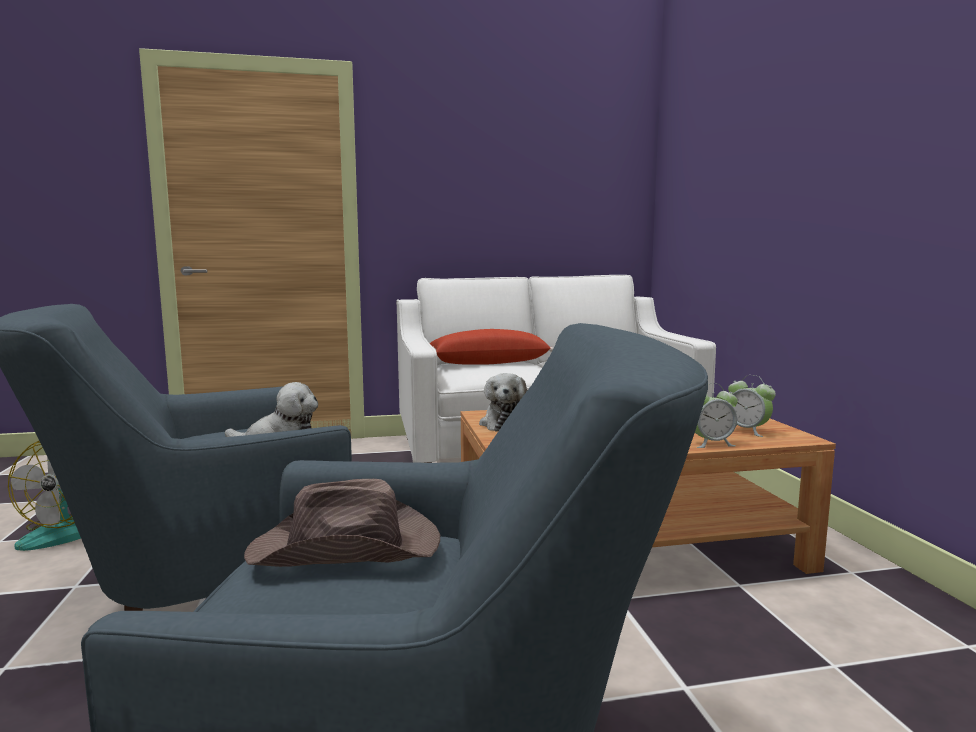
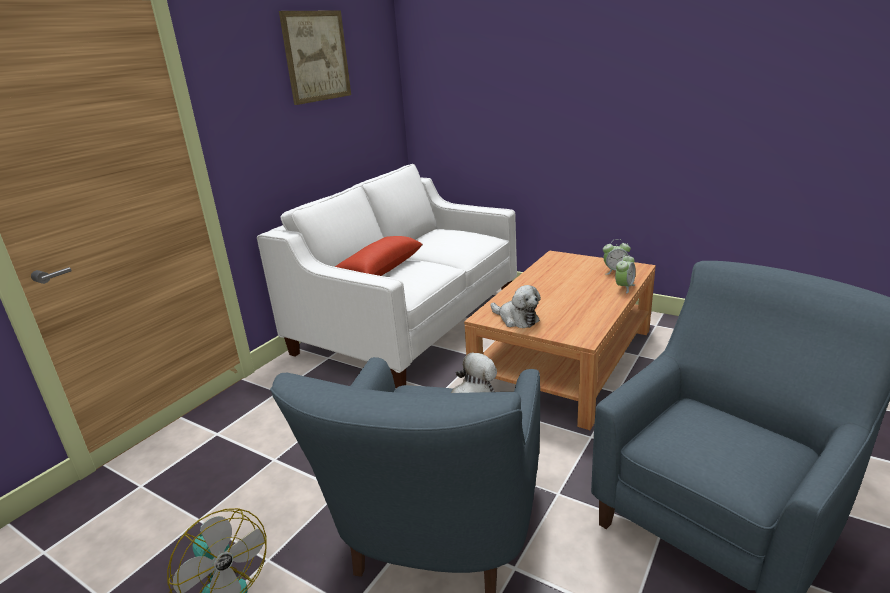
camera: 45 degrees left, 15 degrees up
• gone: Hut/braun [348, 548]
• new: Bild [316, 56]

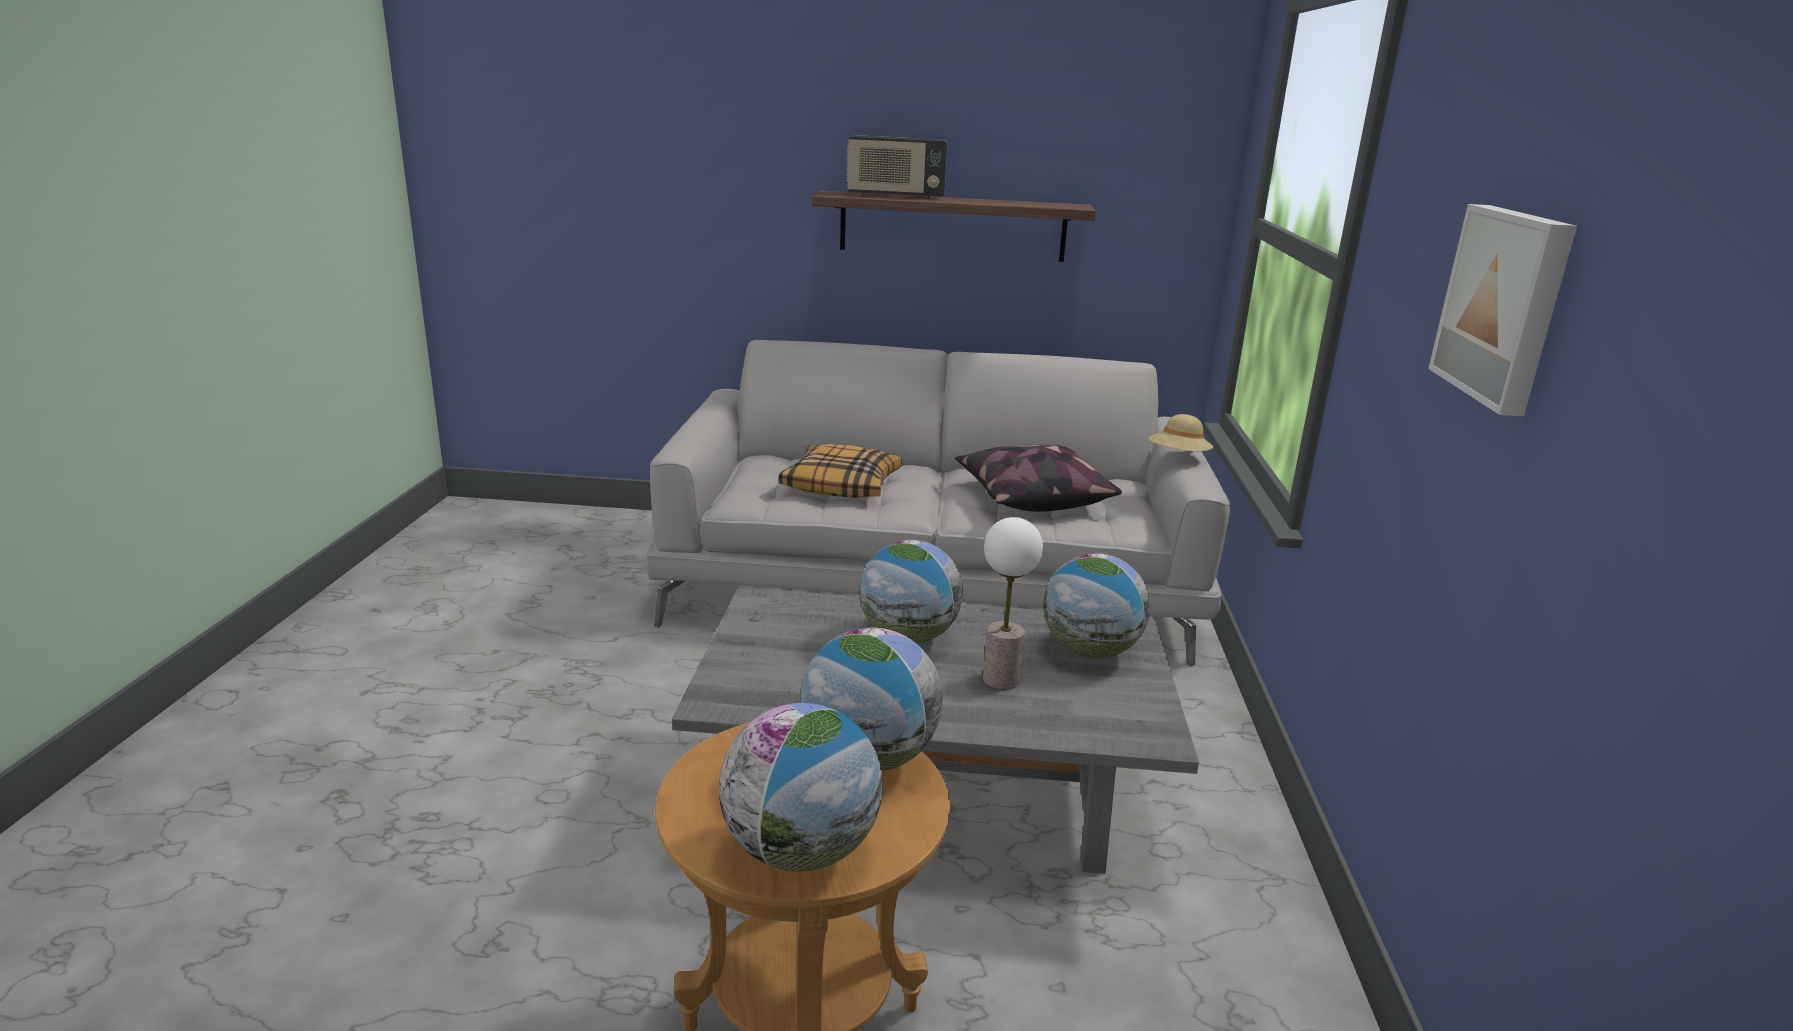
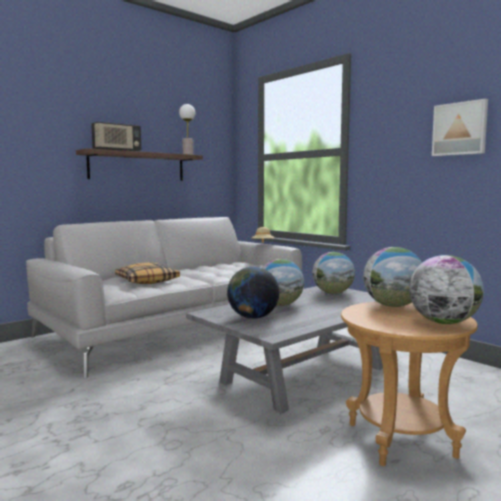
camera: 45 degrees left, 15 degrees down
• gone: Kissen [1031, 498]
• shifted: Tischlampe [1001, 680] to [188, 155]
• new: Globus [252, 317]

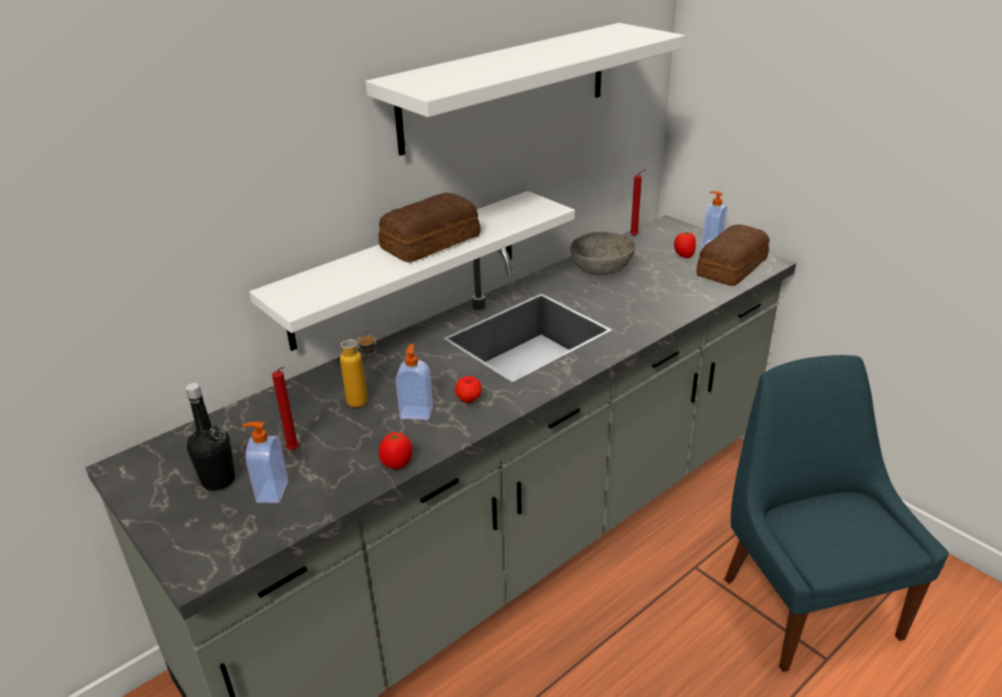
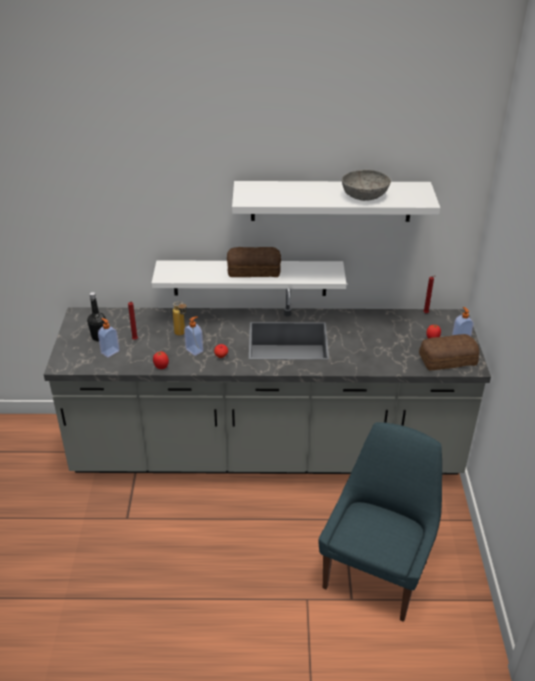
camera: 40 degrees right, 5 degrees up
• shifted: Schüssel/grau [601, 268] to [364, 196]

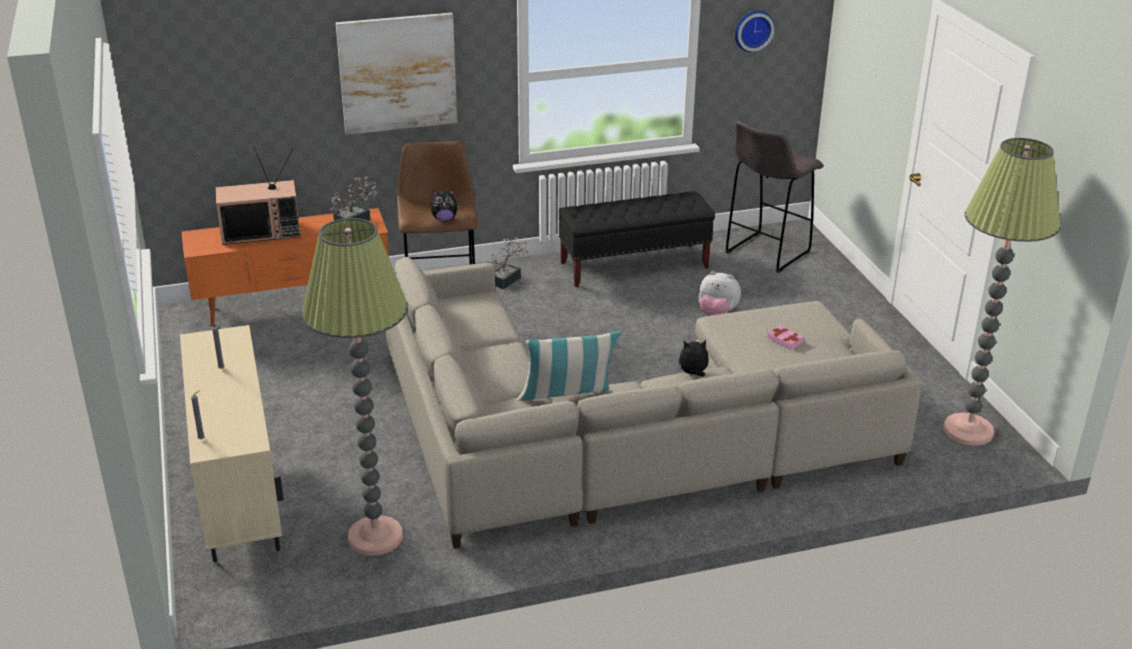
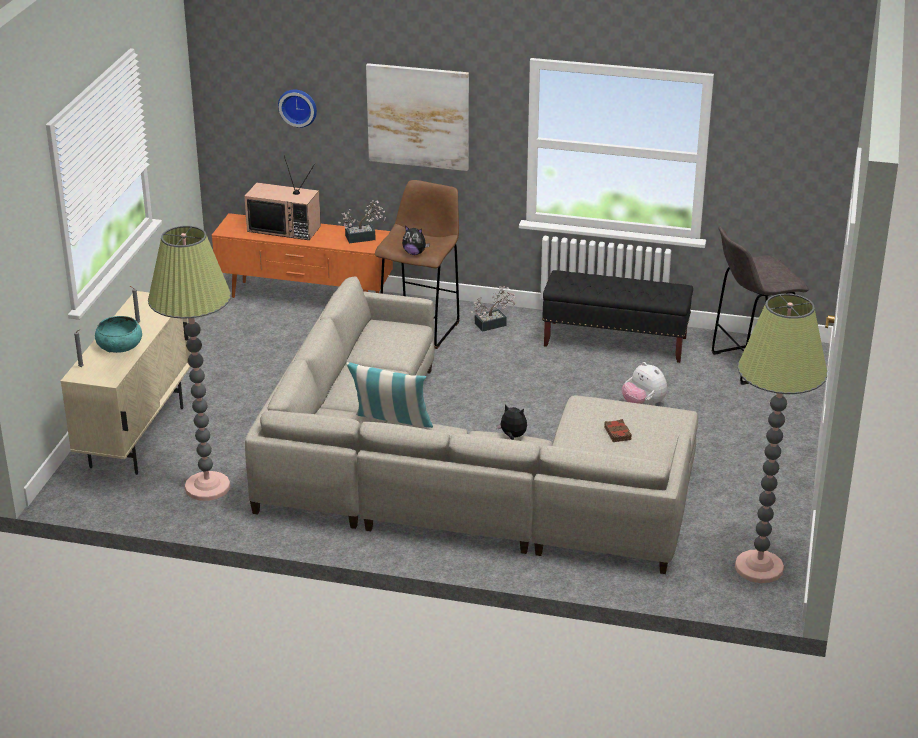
camera: 30 degrees right, 0 degrees up
• shifted: Wanduhr [753, 30] to [298, 107]
• repainted: Buch/rosa [785, 340] to Buch/braun [618, 433]
• new: Schüssel/türkis [119, 345]

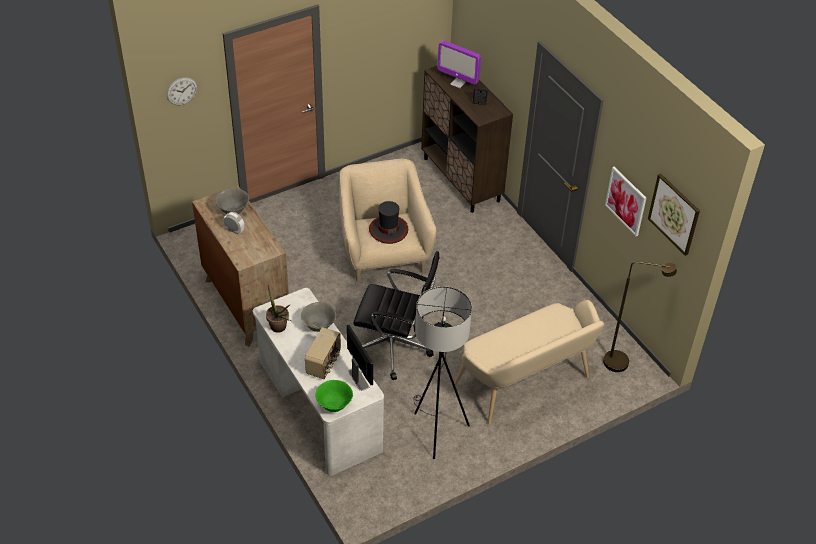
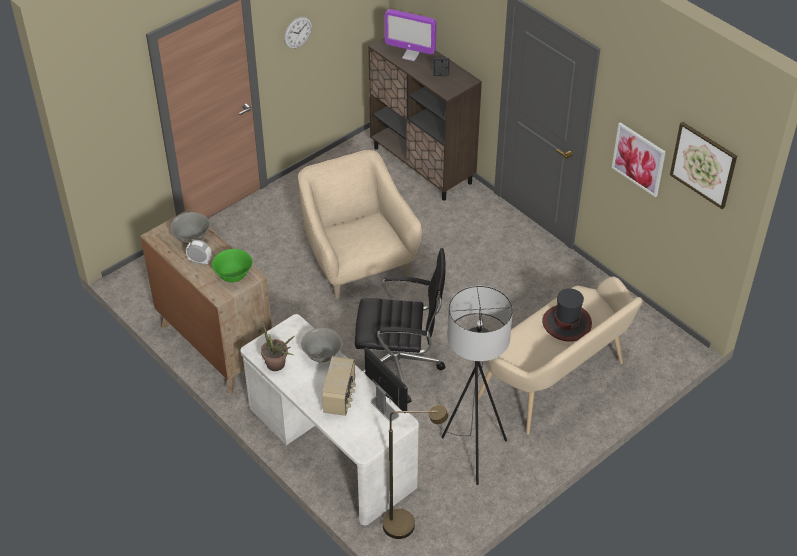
camera: 10 degrees left, 0 degrees up
• shifted: Wanduhr [182, 91] to [298, 32]
• shifted: Schüssel/grün [334, 404] to [233, 276]
• shifted: Hut [388, 229] to [566, 323]
• shifted: Stehlampe/braun [623, 362] to [408, 524]

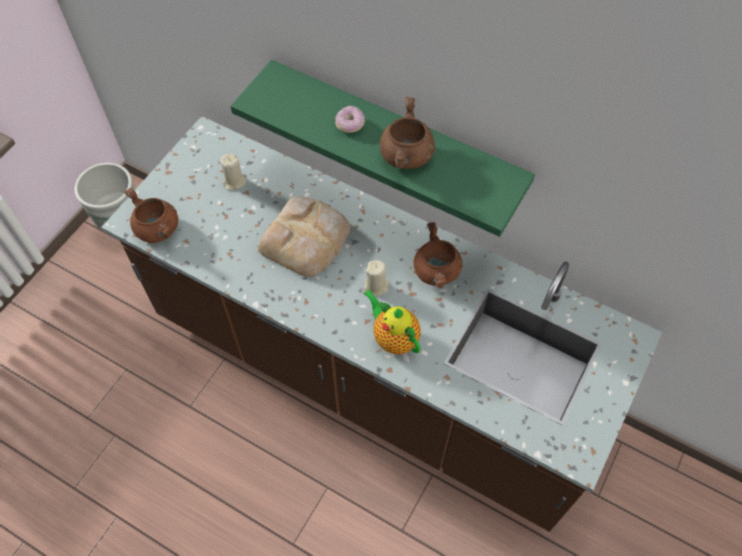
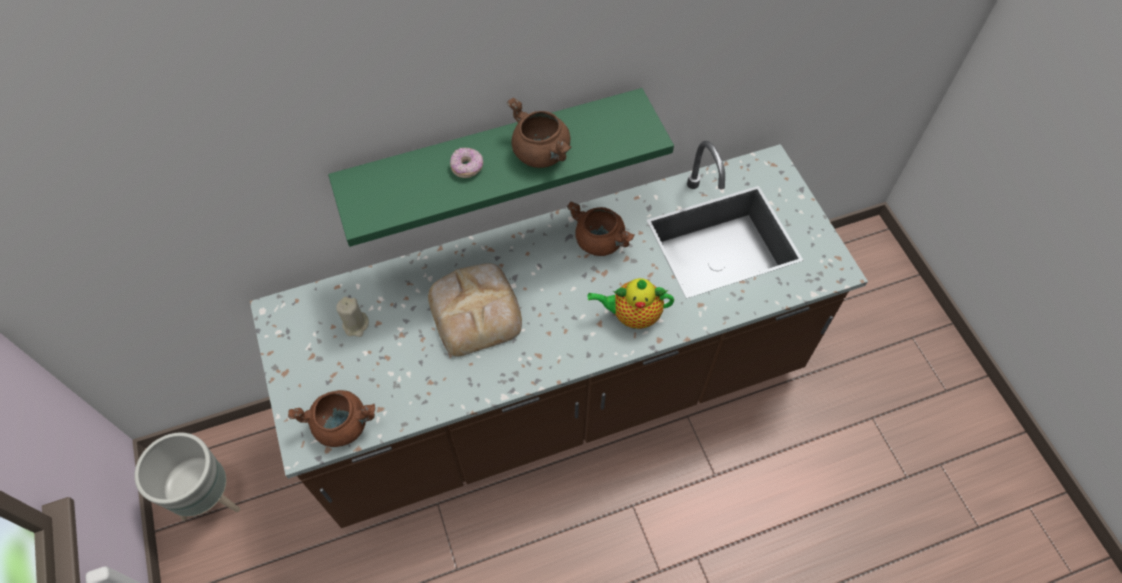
camera: 50 degrees left, 0 degrees up
• gone: Kerze/beige [376, 286]

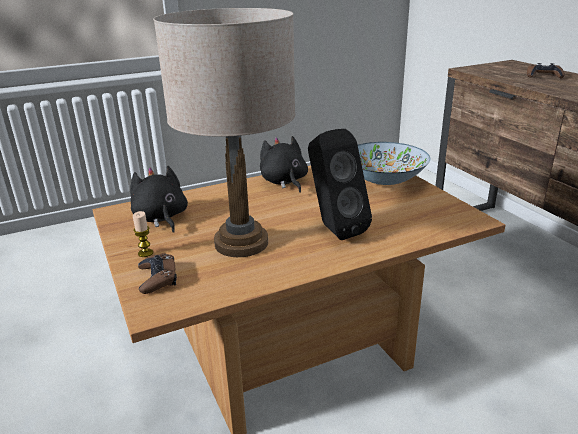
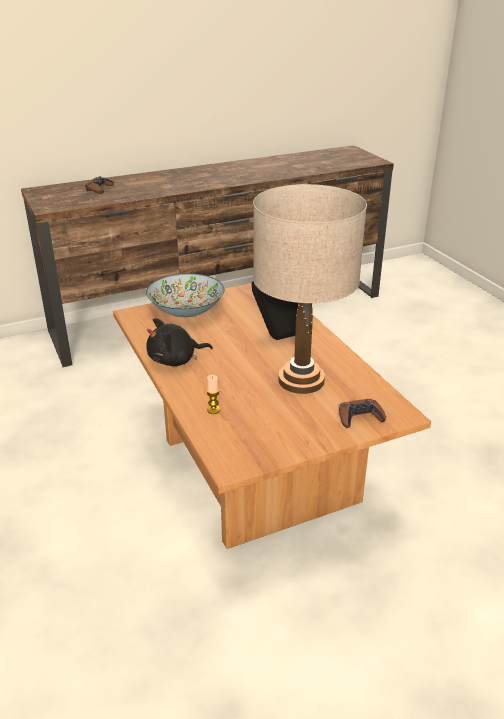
camera: 90 degrees left, 5 degrees up
• gone: Plüschtier/schwarz [161, 218]
• shifted: Kerze [145, 253] to [213, 410]

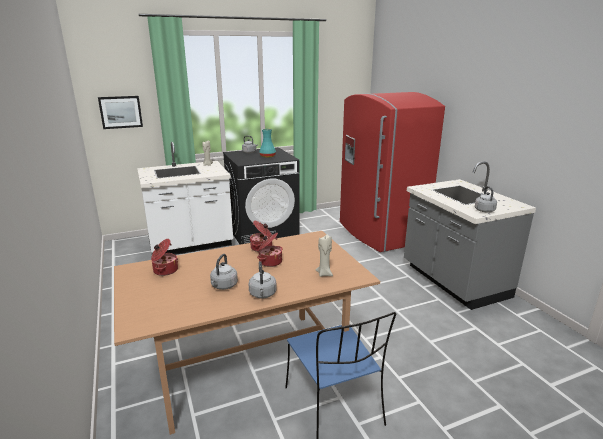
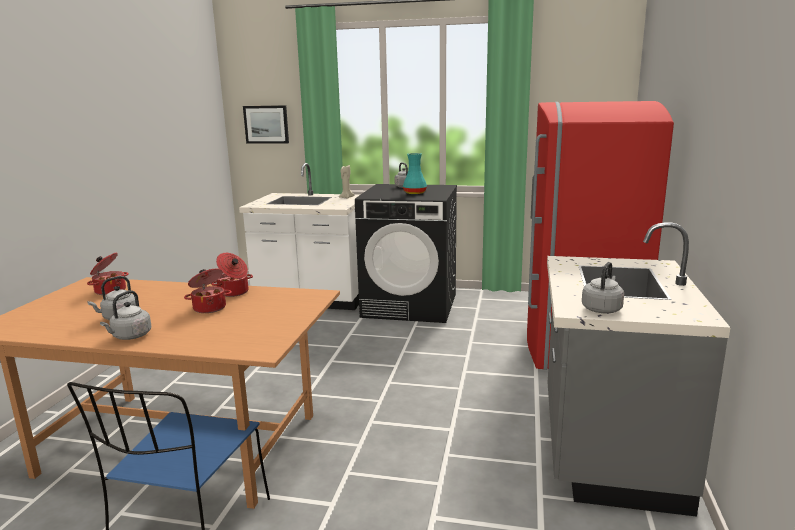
camera: 35 degrees right, 5 degrees down
• gone: Kerze/beige [324, 274]

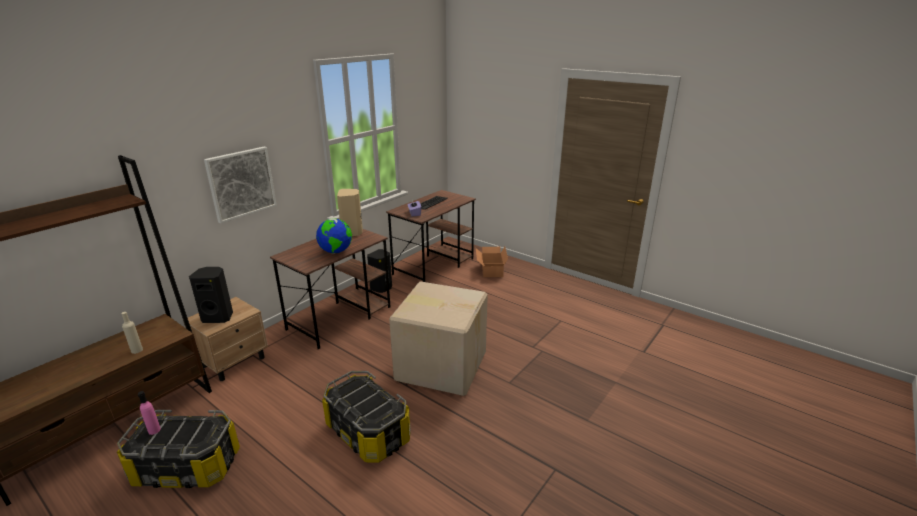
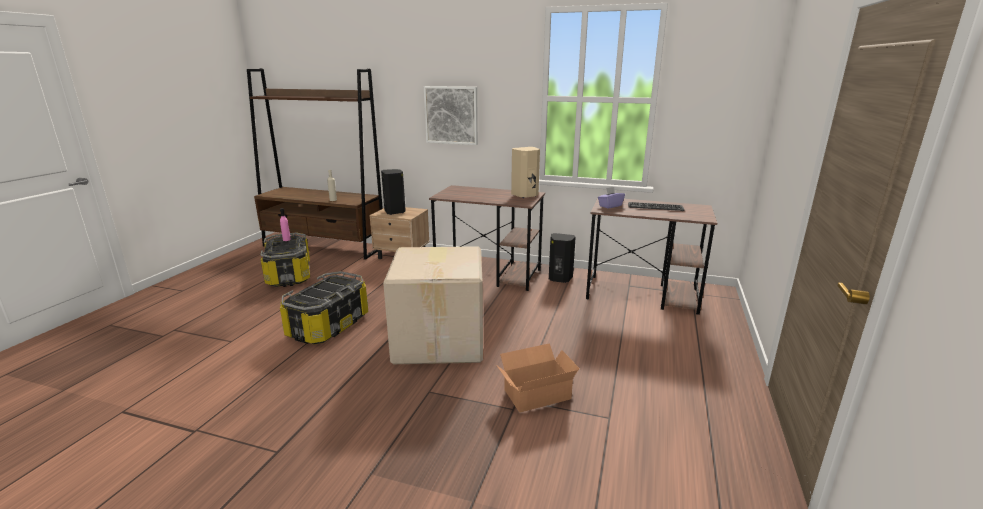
camera: 70 degrees right, 5 degrees down
• gone: Globus [336, 251]
• shifted: Karton [490, 270] to [534, 393]

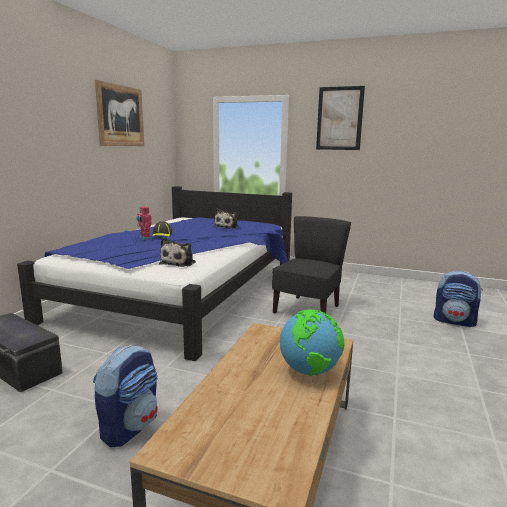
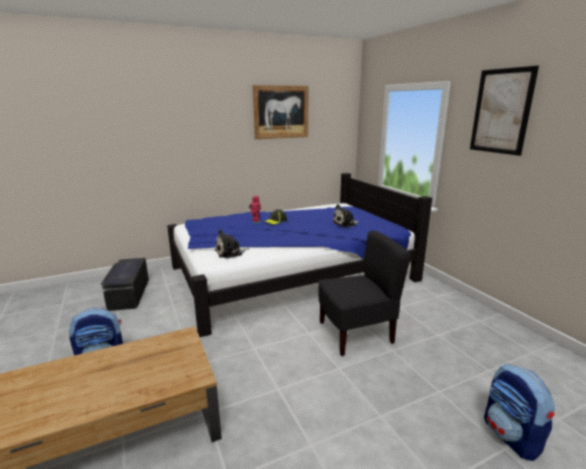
camera: 45 degrees right, 5 degrees up
• gone: Globus [310, 371]

